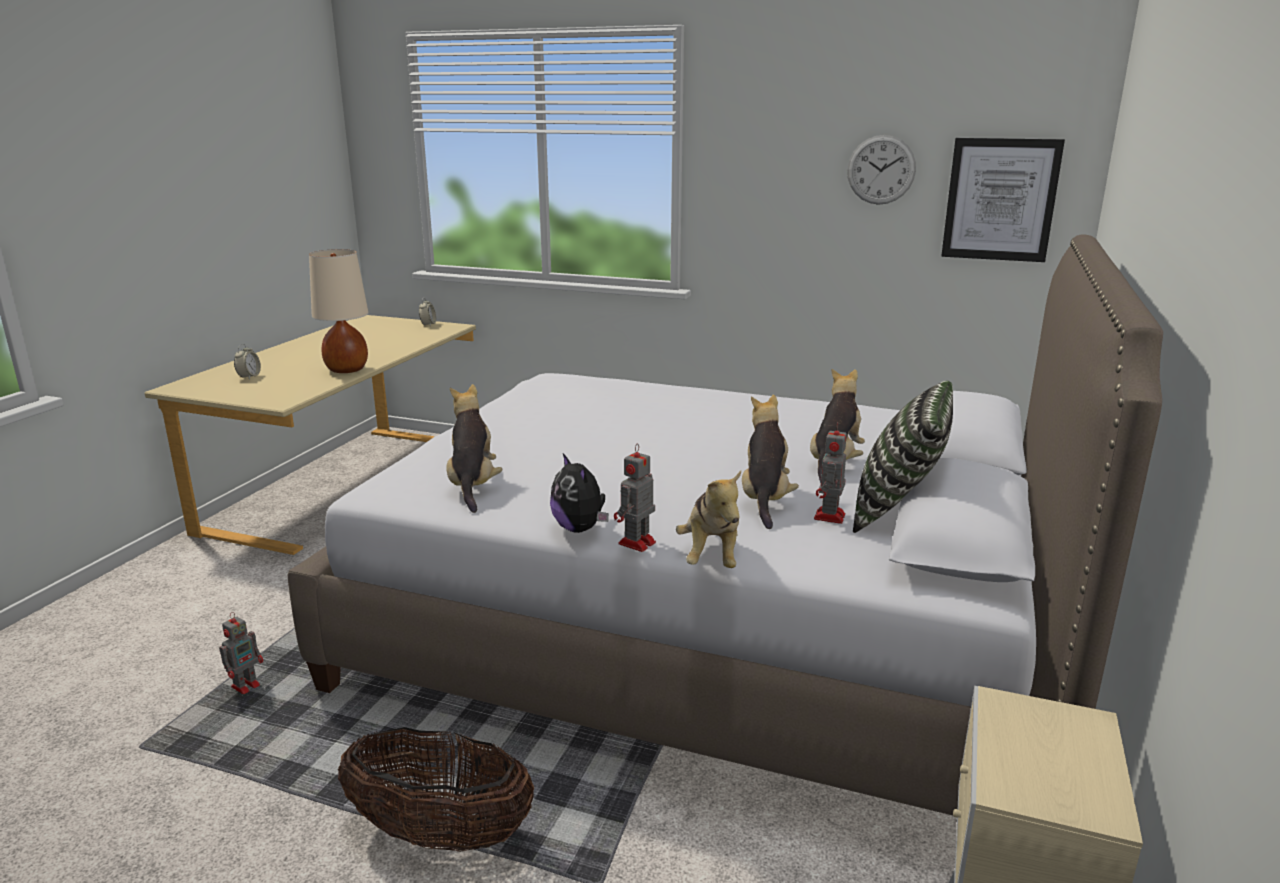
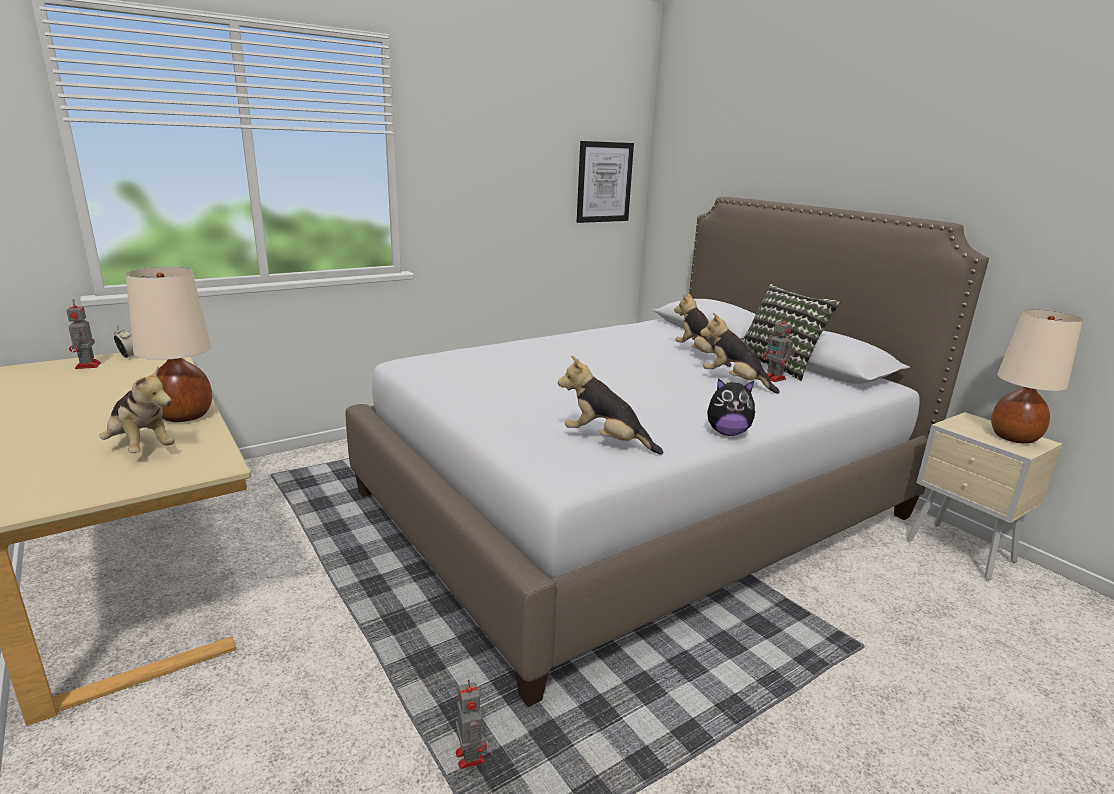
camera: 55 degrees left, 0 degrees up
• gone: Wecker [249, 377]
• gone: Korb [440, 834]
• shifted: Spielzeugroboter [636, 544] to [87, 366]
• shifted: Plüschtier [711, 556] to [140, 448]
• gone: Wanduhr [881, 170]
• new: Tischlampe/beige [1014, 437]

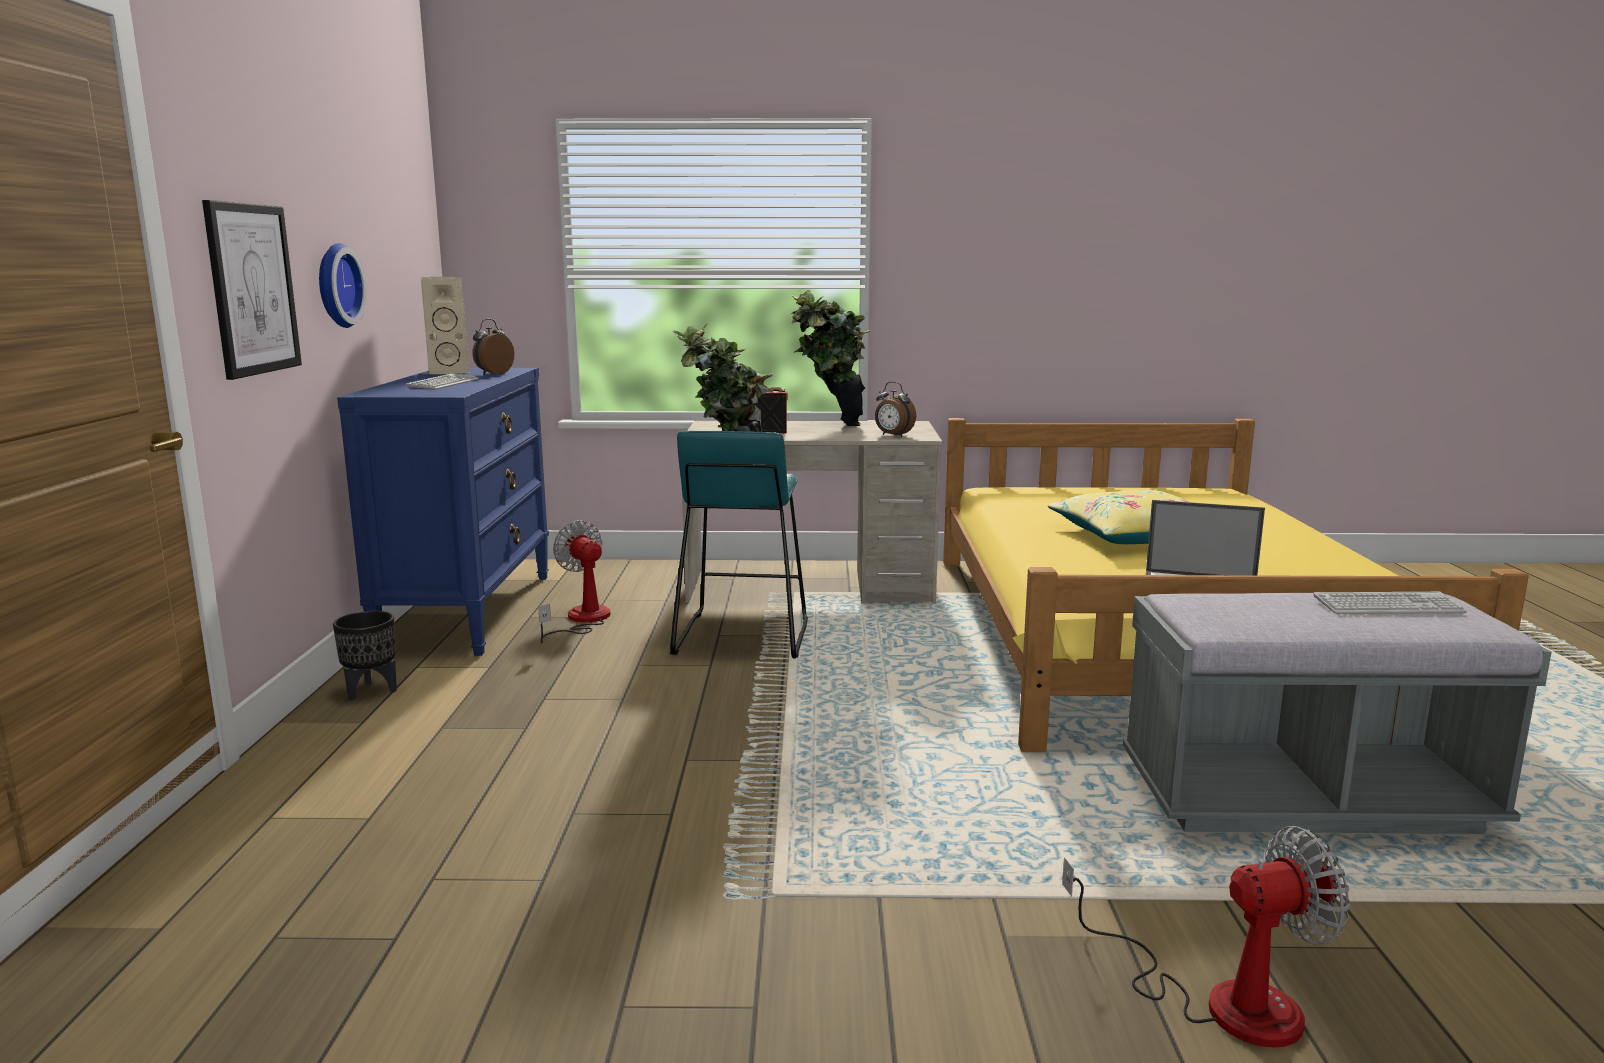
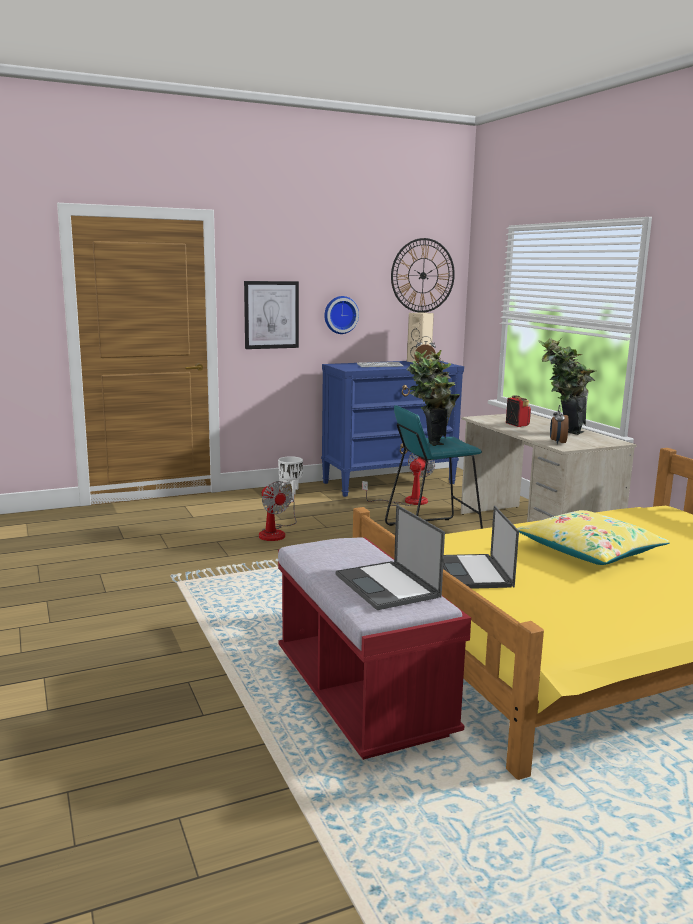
camera: 65 degrees right, 0 degrees up
• repainted: Pflanzkübel/schwarz [371, 690] to Pflanzkübel/weiß [290, 491]
• shifted: Ventilator [1220, 999] to [276, 533]
• repainted: Bank/grau [1303, 801] to Bank/rot [362, 696]
• swapped: Tastatur [1388, 606] to Laptop [388, 586]
• new: Wanduhr [423, 275]

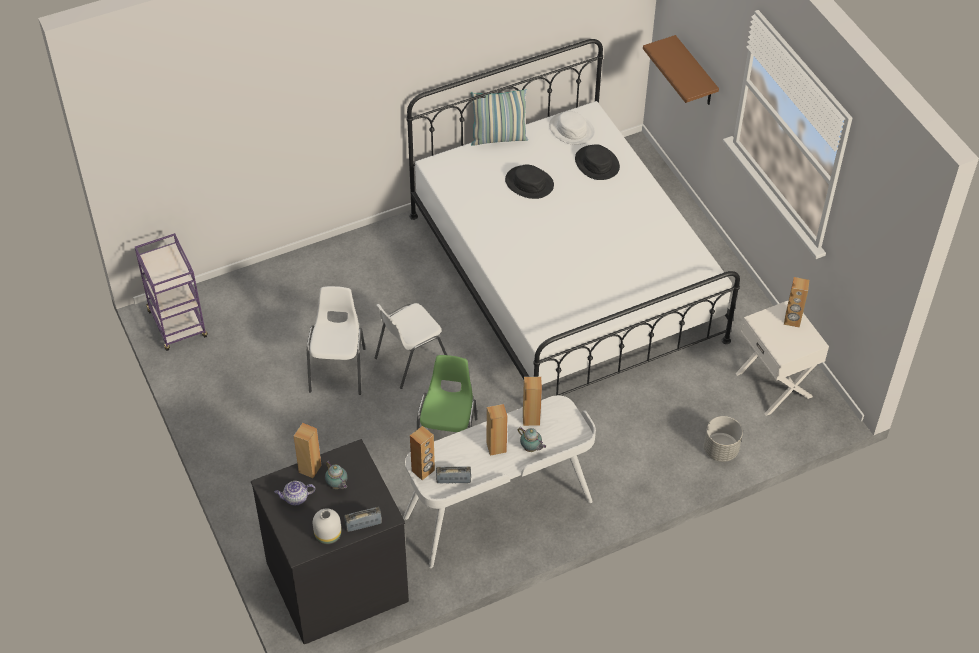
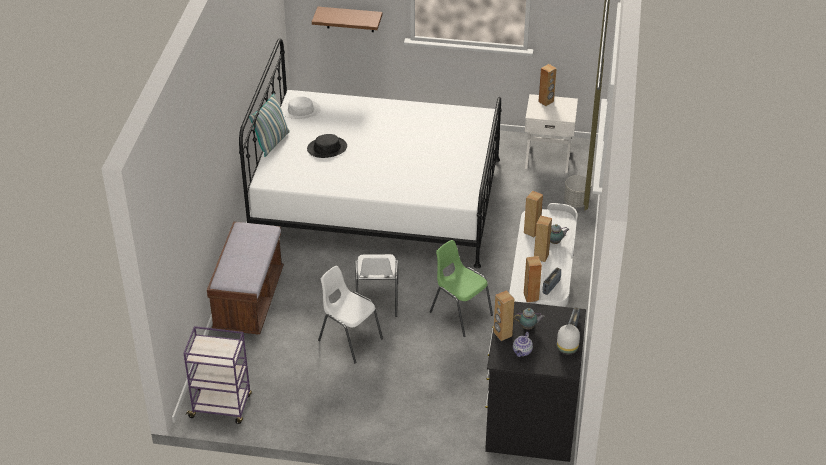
camera: 55 degrees left, 10 degrees down
• gone: Hut/schwarz [597, 163]
• new: Bank/braun [249, 301]

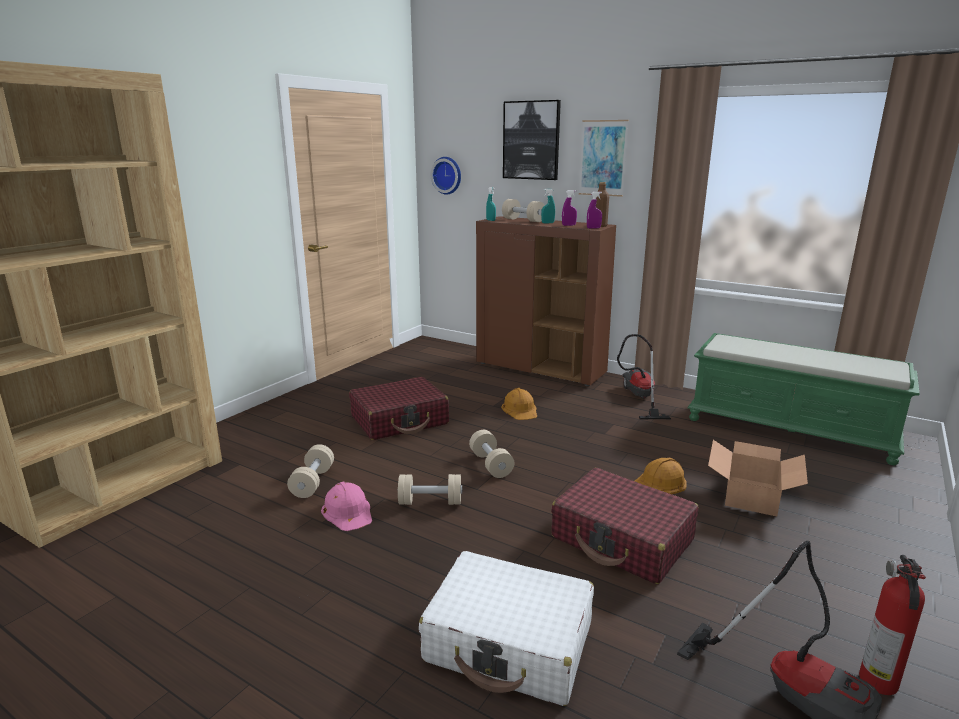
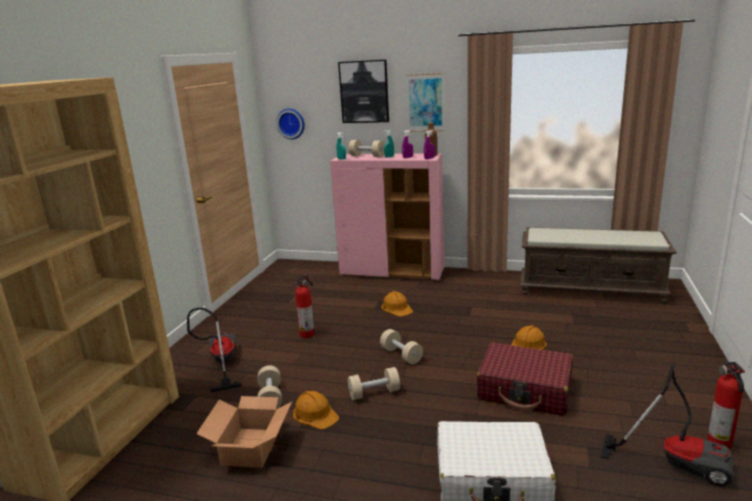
camera: 15 degrees left, 0 degrees up
• repainted: Schutzhelm/rosa [348, 511] to Schutzhelm/orange [315, 414]
• swapped: Koffer/rot [400, 420] to Feuerlöscher [308, 334]
• repainted: Schrank/braun [541, 369] to Schrank/rosa [393, 272]
• shifted: Staubsauger [638, 398] to [221, 363]
• repainted: Bank/grün [790, 429] to Bank/braun [591, 289]
• shifted: Karton [752, 495] to [252, 447]

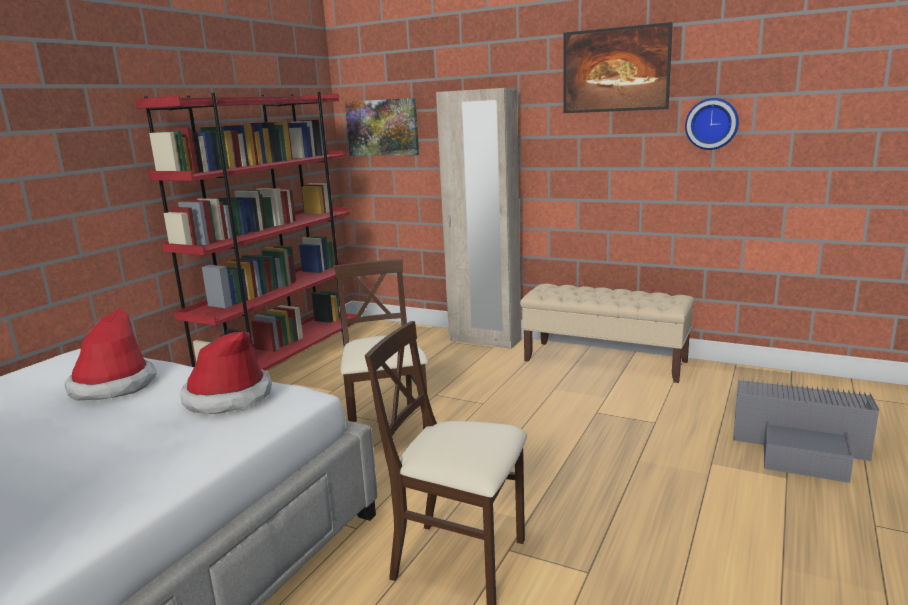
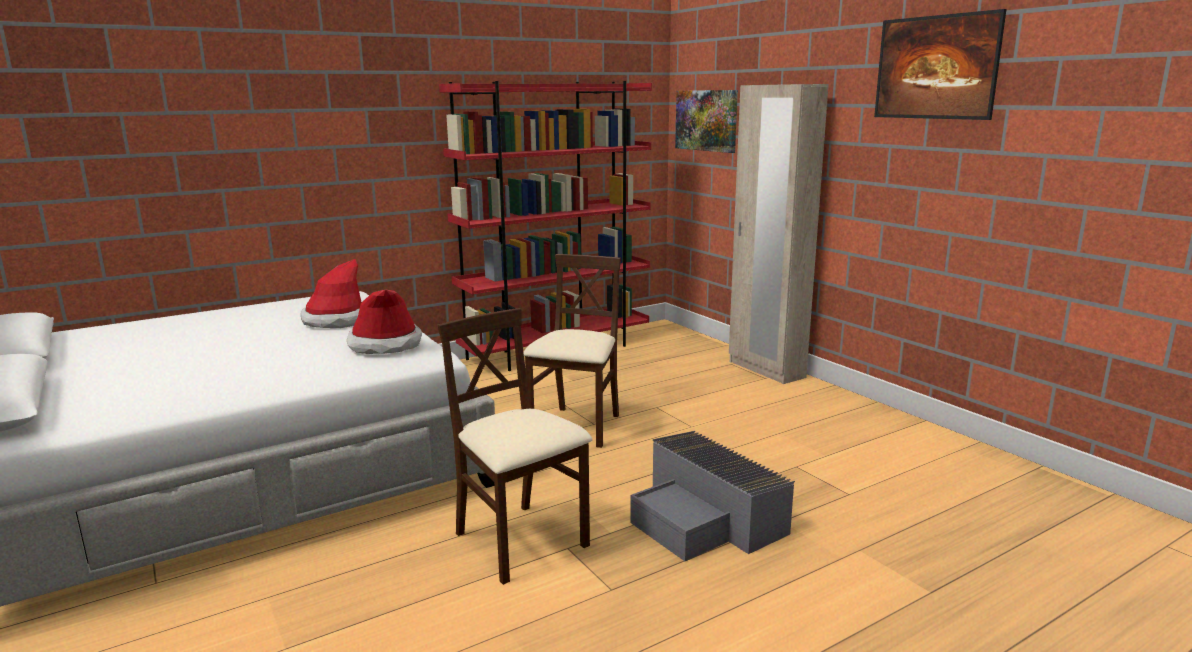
camera: 30 degrees right, 0 degrees up
• gone: Bank/beige [605, 361]
• gone: Wanduhr [712, 124]
• shifted: Aufbewahrungsbox/grau [802, 446] to [707, 519]

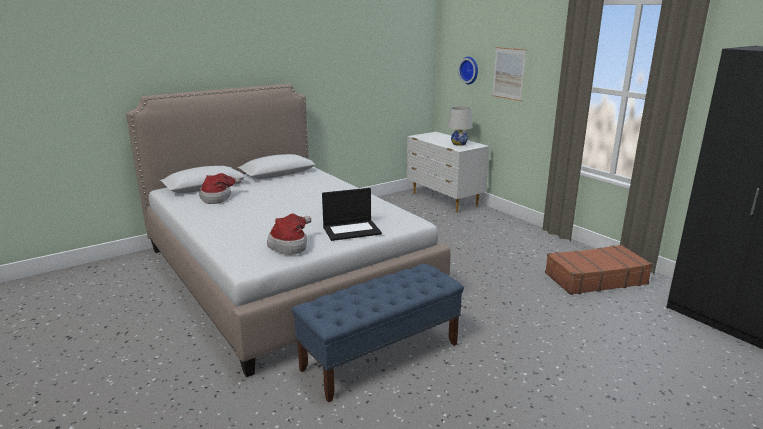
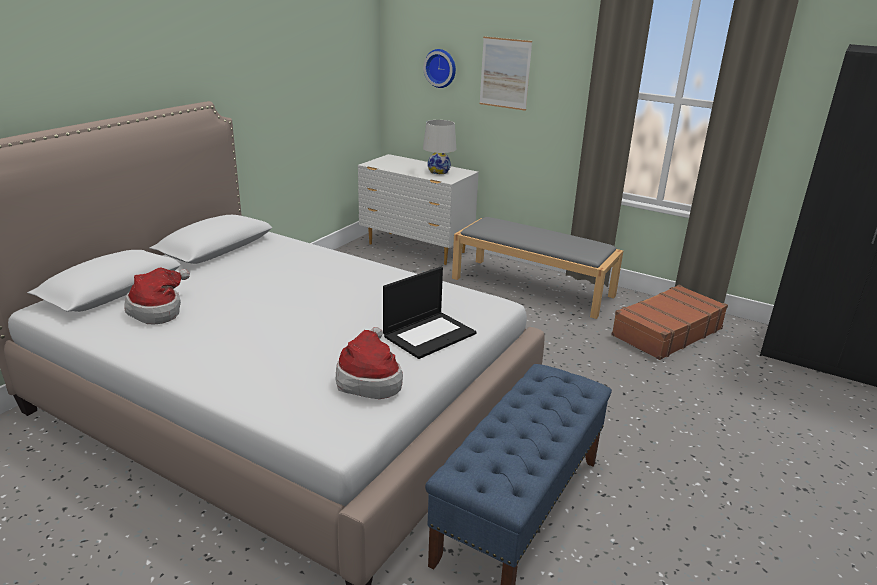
camera: 25 degrees left, 5 degrees up
• new: Bank/grau [533, 287]

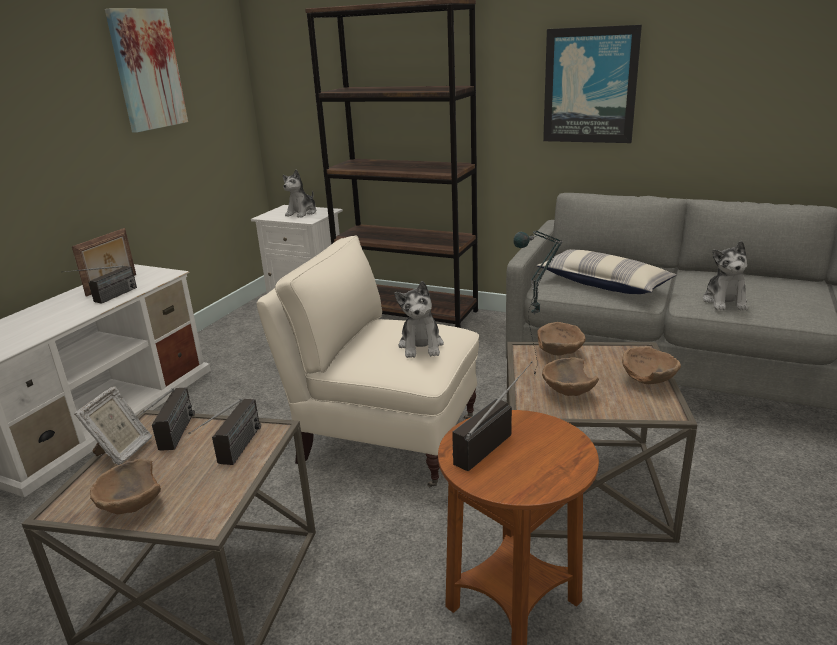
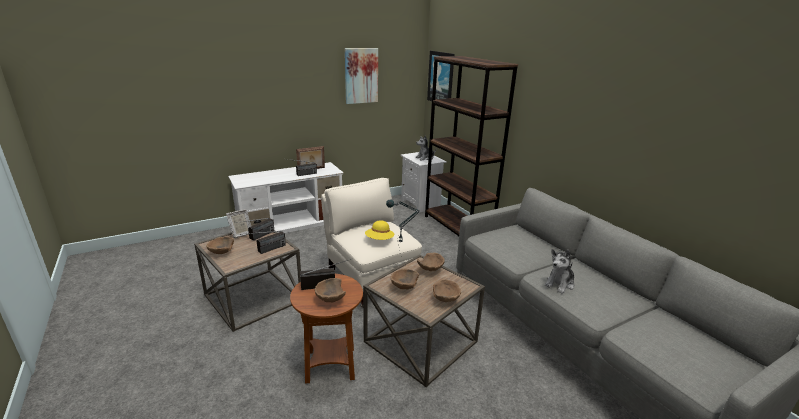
camera: 35 degrees right, 0 degrees up
• swapped: Plüschtier [421, 346] to Hut/gelb [379, 240]
• gone: Kissen [603, 284]
• shifted: Bild [590, 86] to [441, 78]
• new: Schüssel/braun [330, 299]

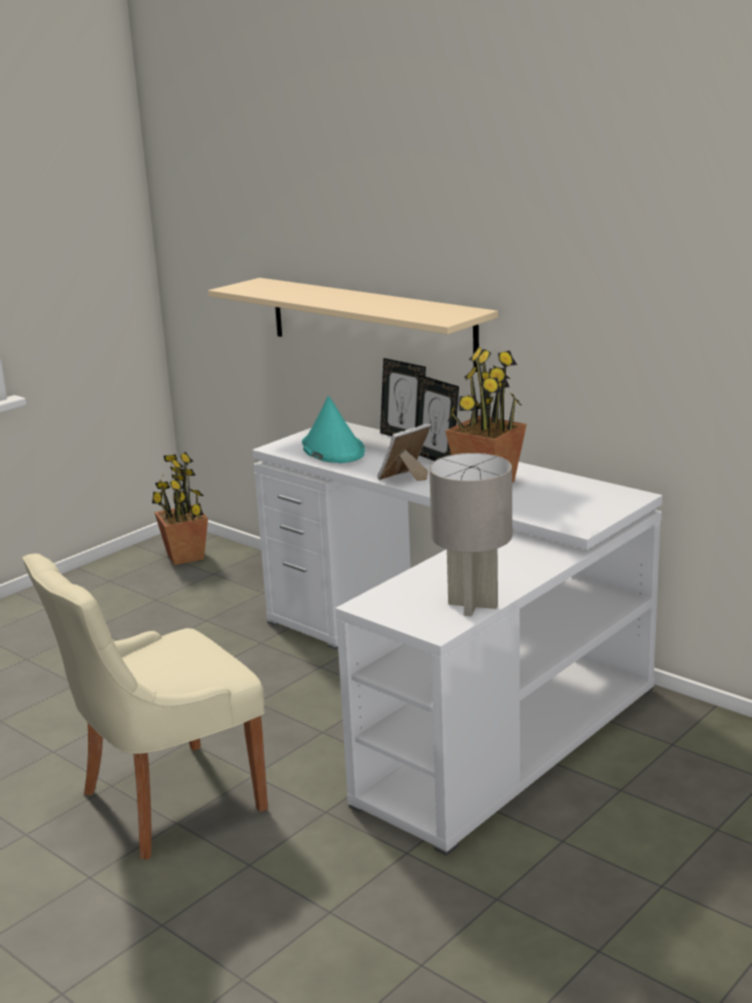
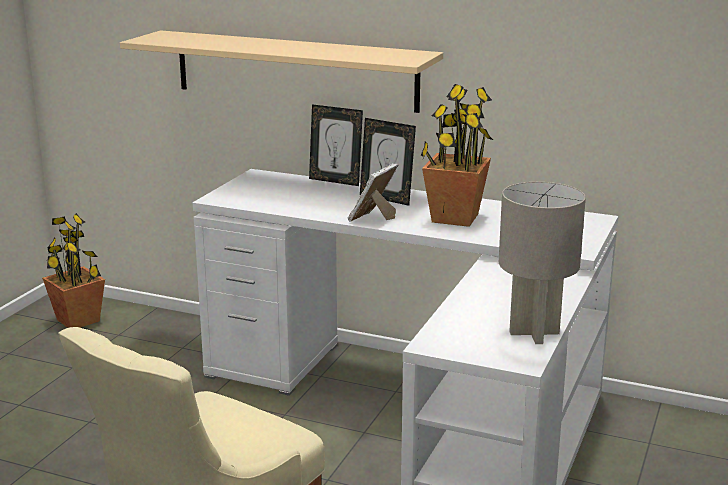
camera: 20 degrees left, 0 degrees up
• gone: Hut/türkis [332, 449]

